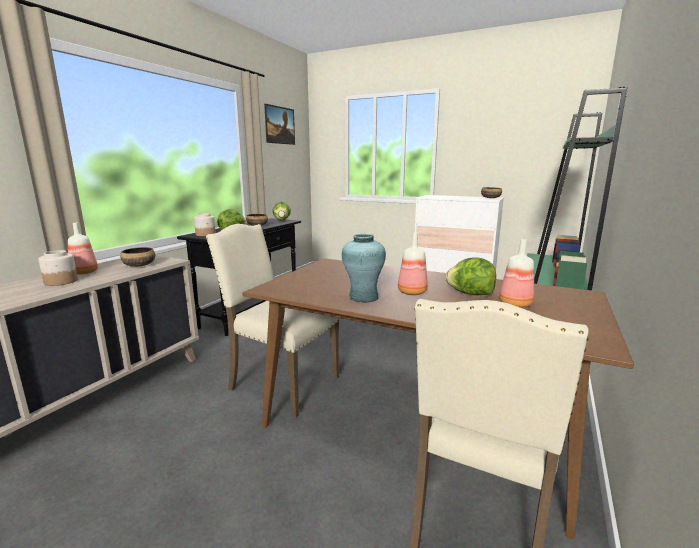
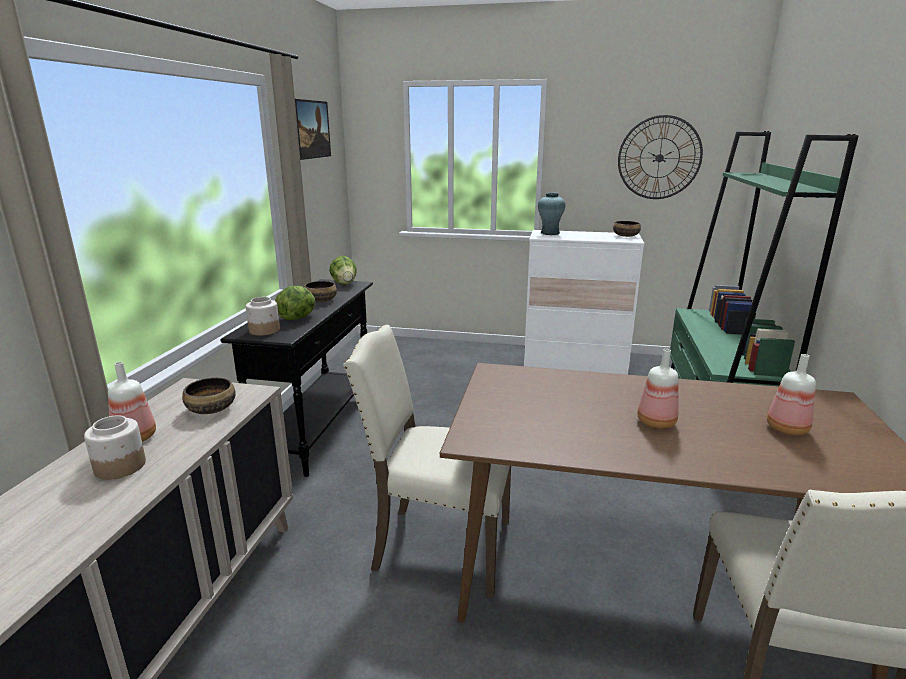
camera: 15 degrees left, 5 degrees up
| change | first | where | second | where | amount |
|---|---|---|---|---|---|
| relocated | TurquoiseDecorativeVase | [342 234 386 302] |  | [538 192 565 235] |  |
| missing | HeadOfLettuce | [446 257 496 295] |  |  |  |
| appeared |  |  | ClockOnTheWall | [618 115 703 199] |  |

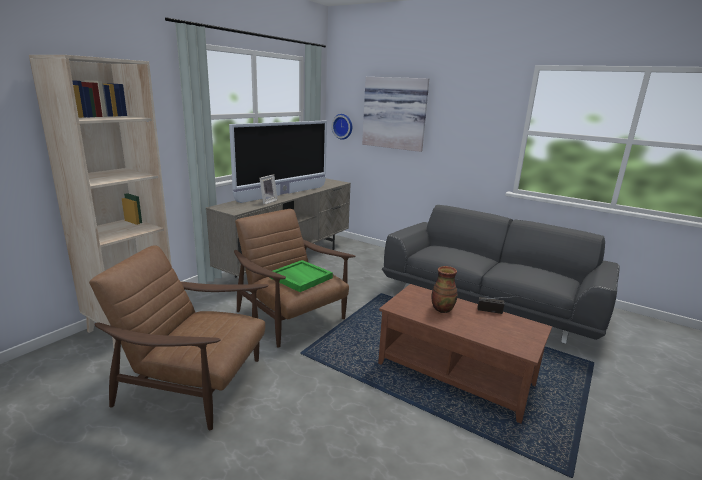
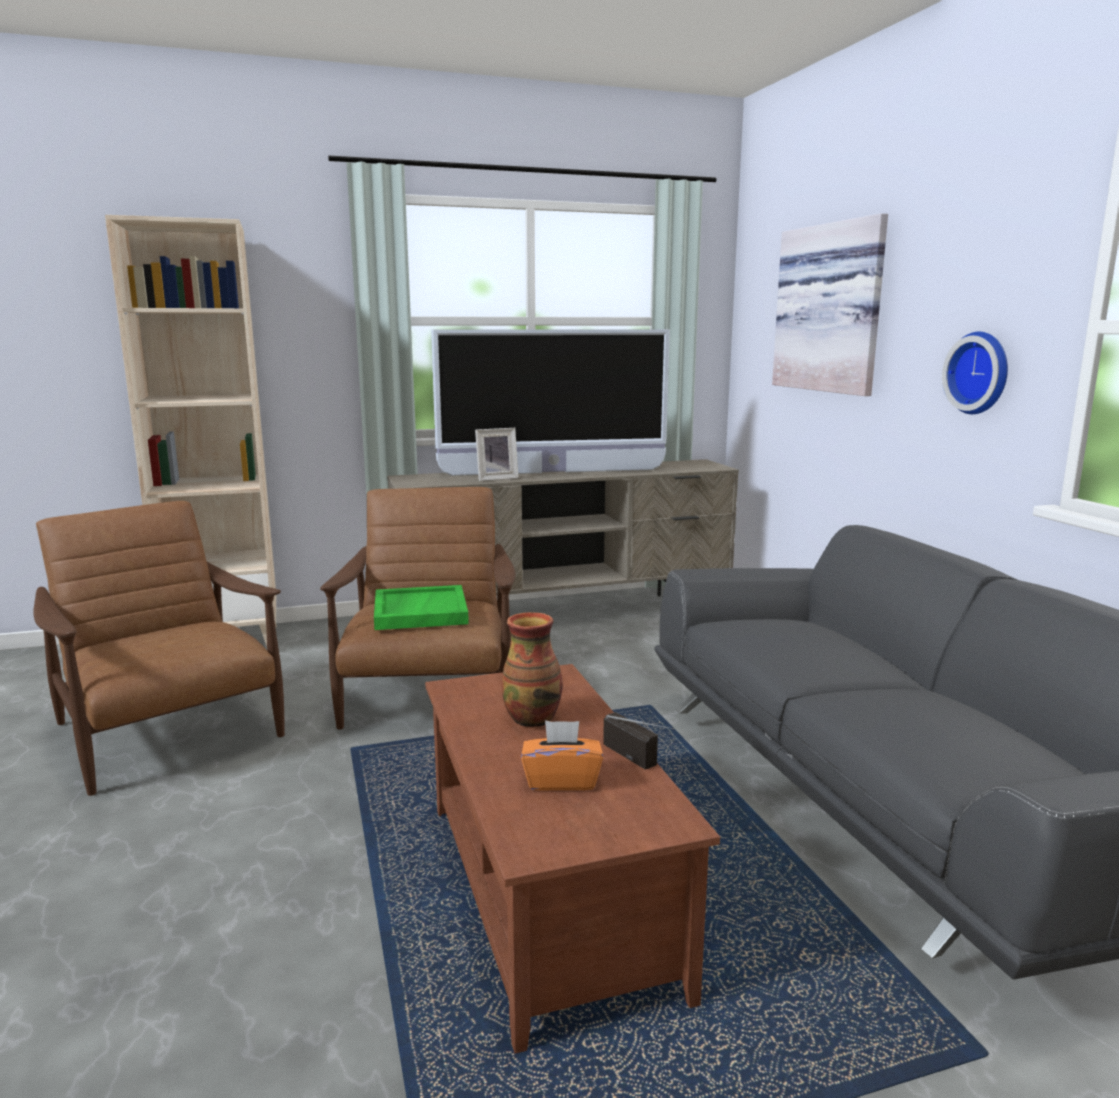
camera: 40 degrees right, 5 degrees down
| change | first | where | second | where | amount |
|---|---|---|---|---|---|
| relocated | ClockOnTheWall | [332 114 352 140] |  | [942 332 1008 414] |  |
| appeared |  |  | OrangeTissueHolder | [521 720 603 791] |  |

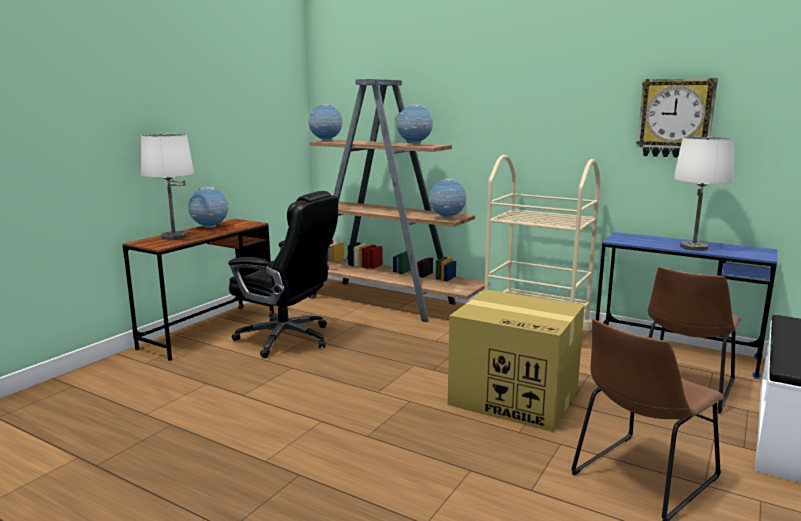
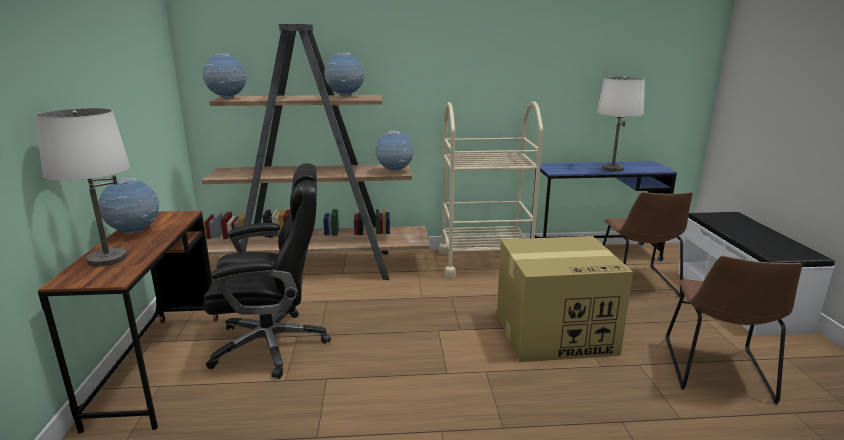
camera: 35 degrees left, 5 degrees up
| change | first | where | second | where | amount |
|---|---|---|---|---|---|
| missing | ClockOnTheWall | [637 78 718 157] |  |  |  |

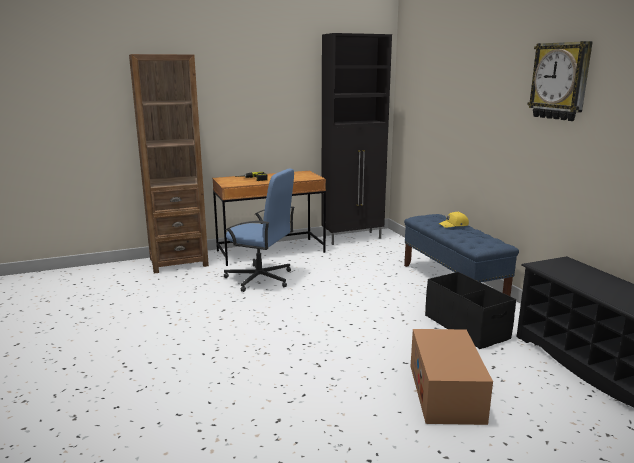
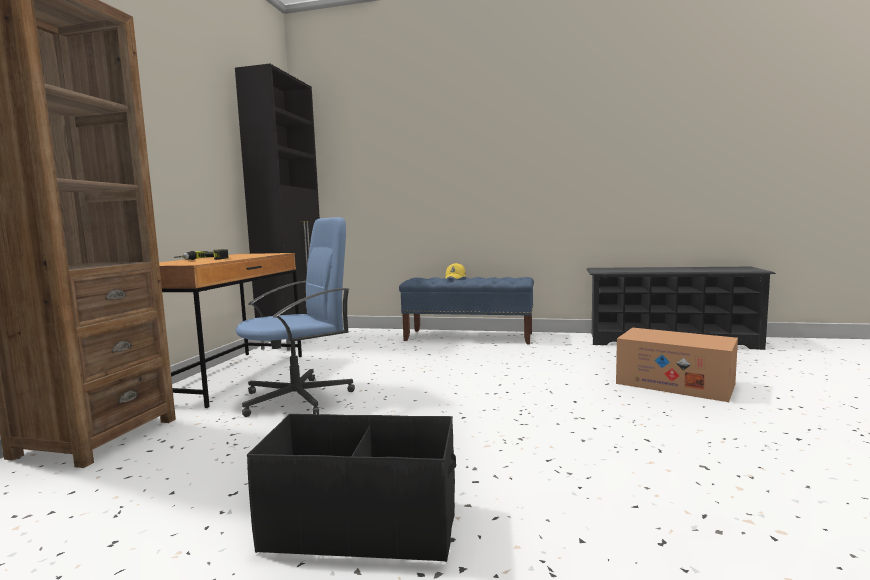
camera: 55 degrees left, 10 degrees down
| change | first | where | second | where | amount |
|---|---|---|---|---|---|
| missing | ClockOnTheWall | [527 41 593 121] |  |  |  |
| relocated | BlackishStorageBin | [425 272 516 349] |  | [247 414 456 562] |  |

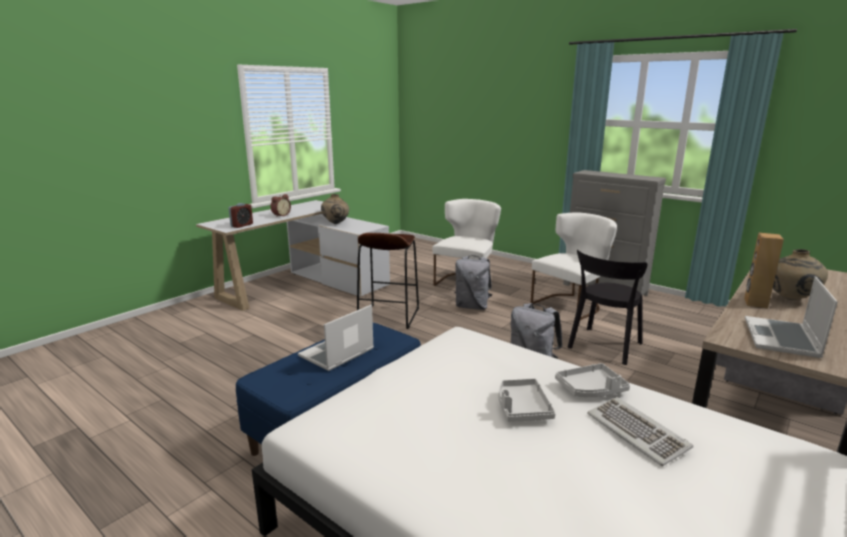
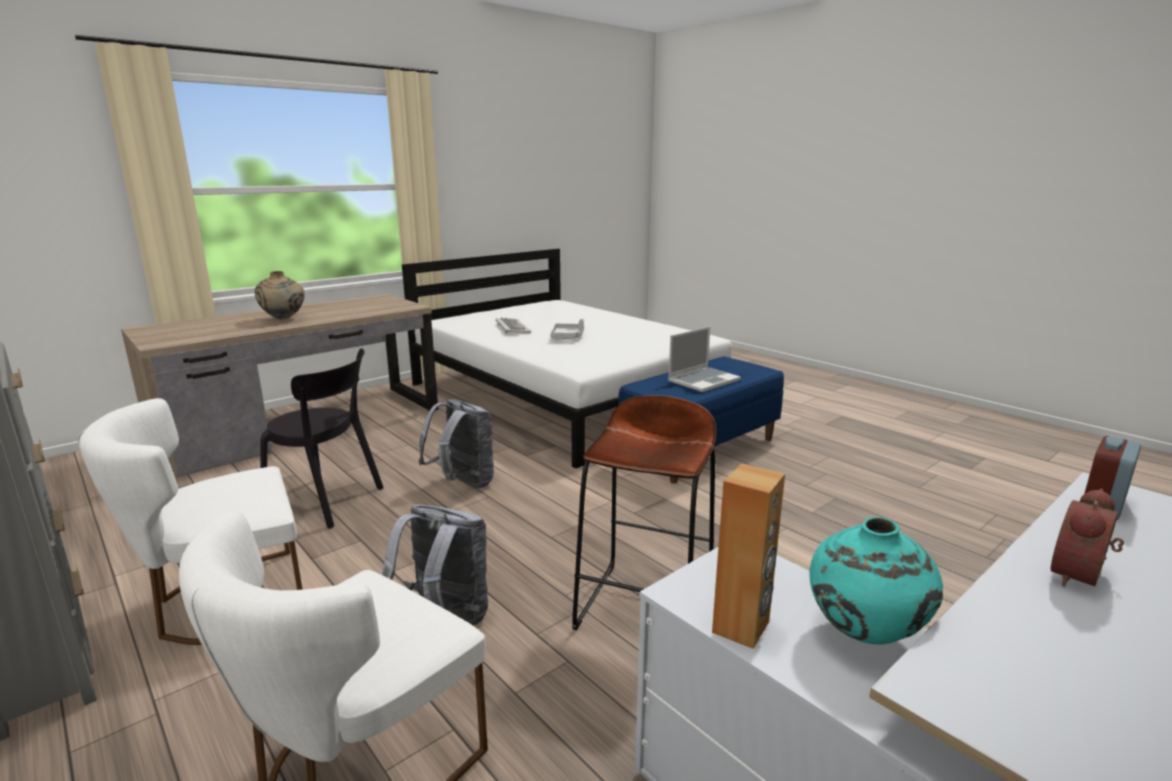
camera: 170 degrees left, 0 degrees up
| change | first | where | second | where | amount |
|---|---|---|---|---|---|
| colour | SandColouredDecorativeVase | [321 194 349 224] | TurquoiseDecorativeVase | [809 517 943 645] |  |
| relocated | BrownColouredAudioSpeaker | [744 233 784 309] |  | [712 464 785 649] |  |
| spun | BlackishUprightChair | [567 250 647 365] |  | [260 348 384 529] | 60 degrees clockwise |
| missing | NotebookComputer | [745 276 838 358] |  |  |  |
| missing | GreyCarryingTray | [555 363 630 397] |  |  |  |

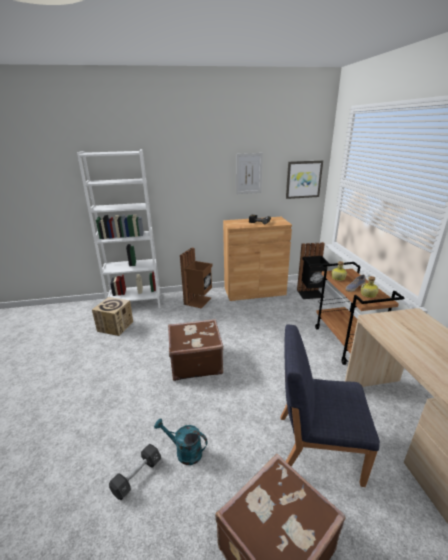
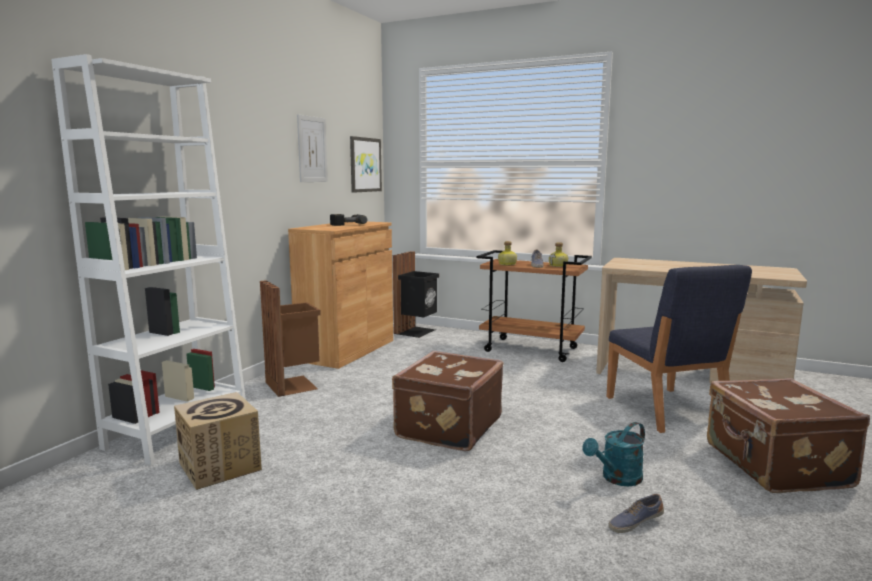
camera: 55 degrees left, 15 degrees down
| change | first | where | second | where | amount |
|---|---|---|---|---|---|
| spun | BluishUprightChair | [280 324 380 487] |  | [607 265 752 433] | 60 degrees counterclockwise |
| exchanged | BlackishHandWeight | [109 444 161 500] | ItemOfFootwear | [608 494 664 533] |  |

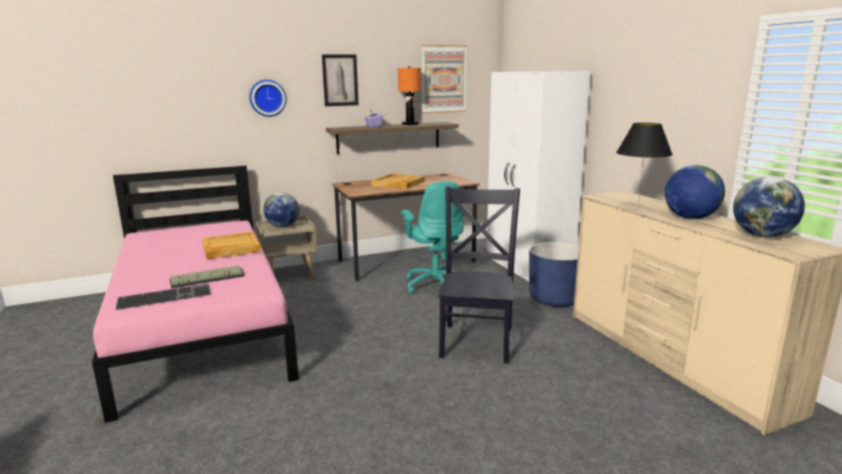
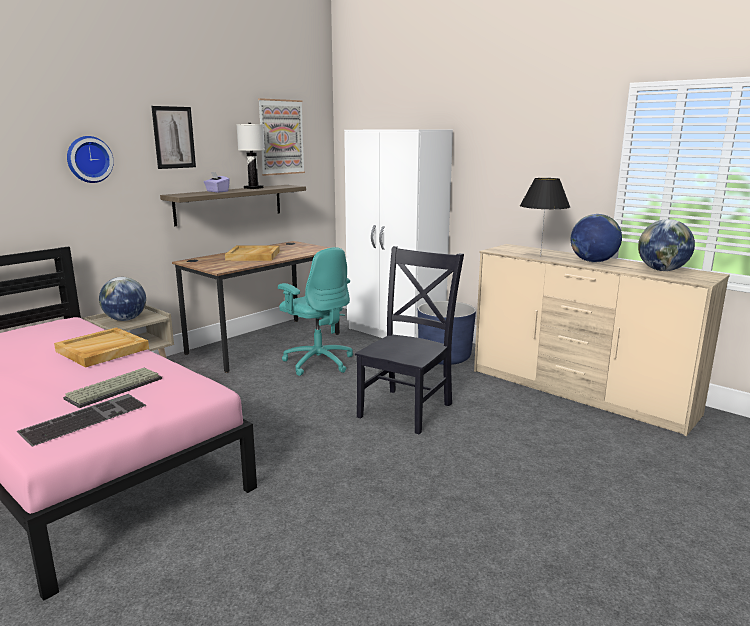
camera: 25 degrees left, 0 degrees up
| change | first | where | second | where | amount |
|---|---|---|---|---|---|
| colour | OrangeTabletopLamp | [398 67 421 125] | WhiteTabletopLamp | [236 123 265 189] |  |
| spun | BlackishUprightChair | [438 186 520 363] |  | [355 246 464 435] | 45 degrees clockwise |

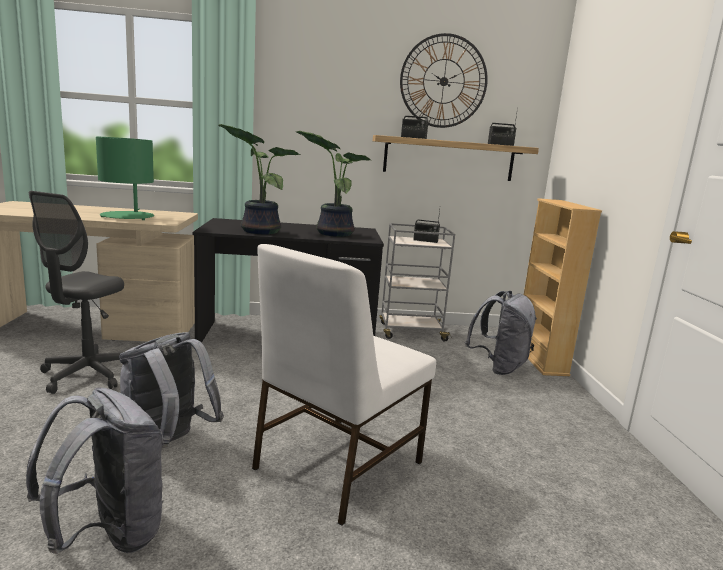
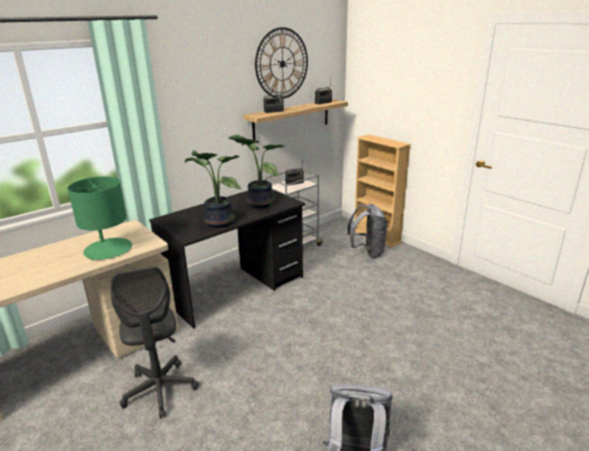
camera: 35 degrees left, 10 degrees up
| change | first | where | second | where | amount |
|---|---|---|---|---|---|
| missing | WhiteUprightChair | [252 244 436 526] |  |  |  |
| missing | GreyKnapsack | [119 332 224 448] |  |  |  |

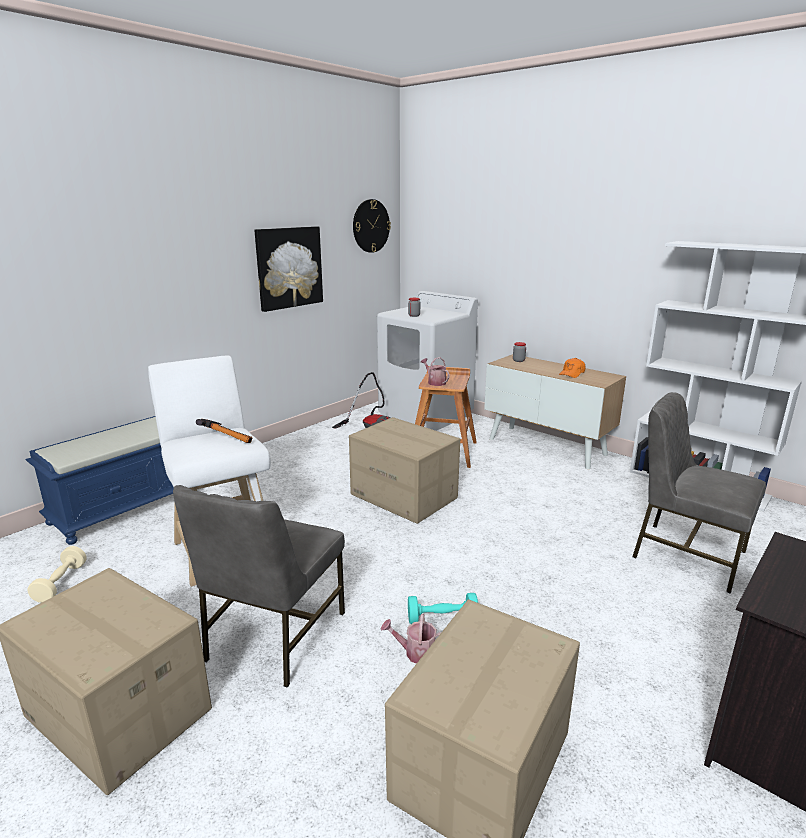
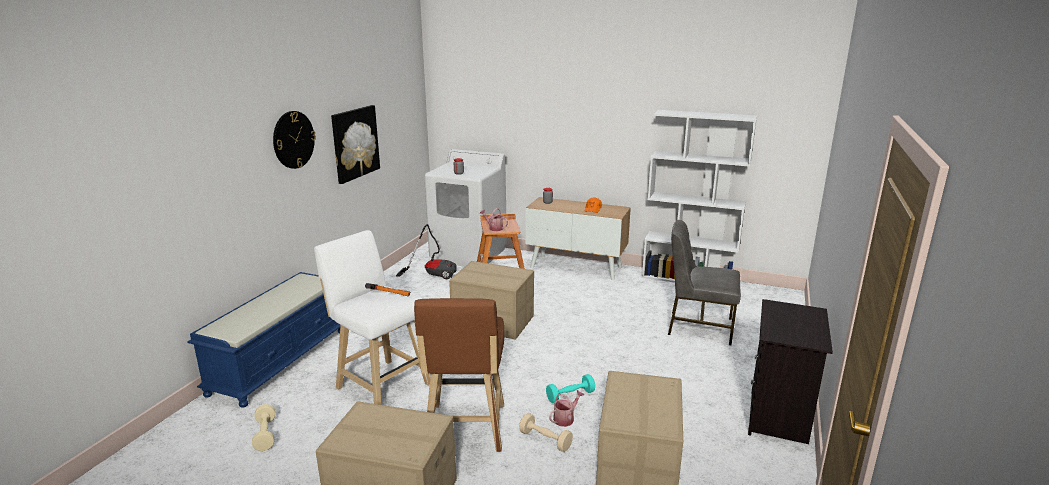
camera: 20 degrees left, 0 degrees up
| change | first | where | second | where | amount |
|---|---|---|---|---|---|
| relocated | ClockOnTheWall | [353 199 391 253] |  | [273 111 316 169] |  |
| exchanged | GreyUprightChair | [173 485 345 688] | BrownColouredStool | [414 298 504 452] |  |
| spun | WateringPot | [380 614 441 664] |  | [549 390 584 427] | 150 degrees clockwise |
| appeared |  |  | SandColouredHandWeight | [519 413 573 452] |  |

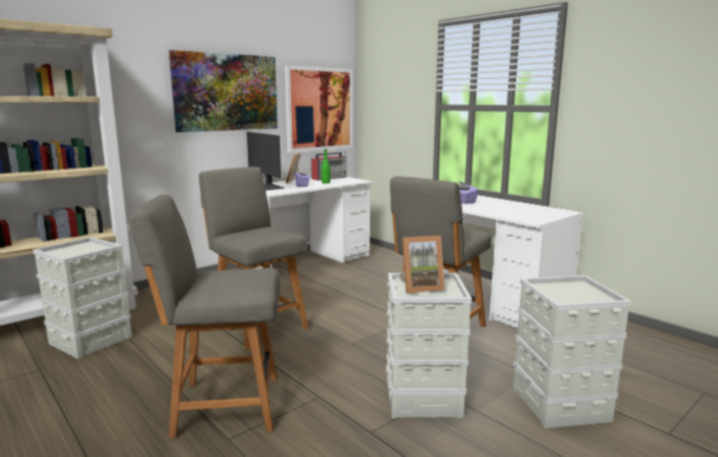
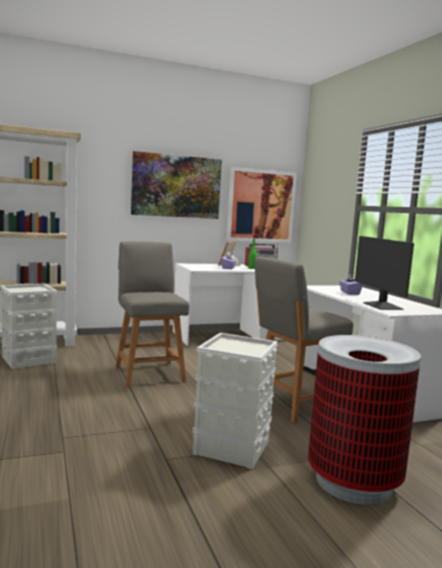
camera: 20 degrees right, 5 degrees down
| change | first | where | second | where | amount |
|---|---|---|---|---|---|
| relocated | ComputerScreen | [247 132 284 190] |  | [355 236 414 310] |  |
| missing | GreyUprightChair | [129 195 280 439] |  |  |  |
| missing | PhotoFrame | [399 235 445 293] |  |  |  |
| exchanged | GreyStorageBin | [513 275 632 428] | WasteBin | [308 335 421 505] |  |

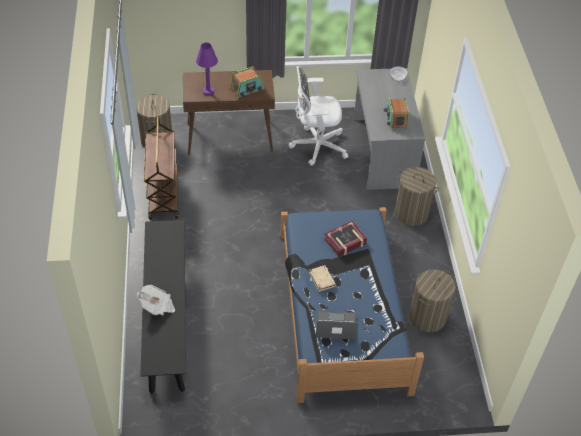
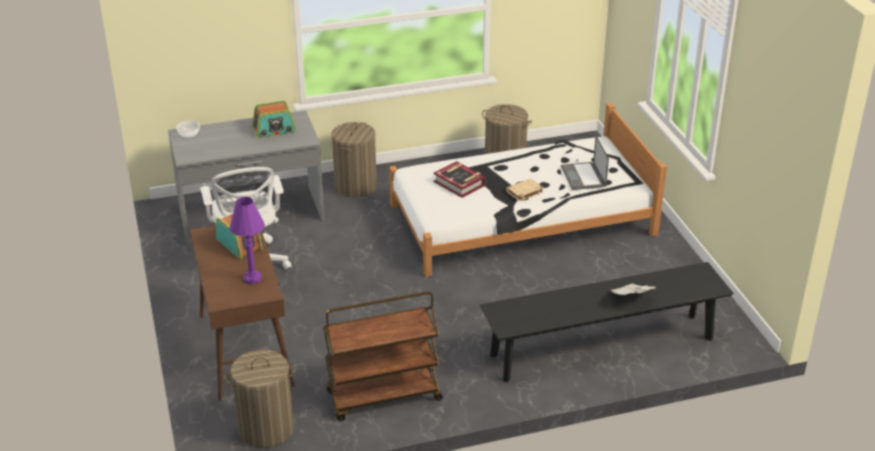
camera: 100 degrees left, 15 degrees down
| change | first | where | second | where | amount |
|---|---|---|---|---|---|
| colour | BluishBedroomBed | [281 207 424 403] | WhiteBedroomBed | [389 103 667 277] |  |

